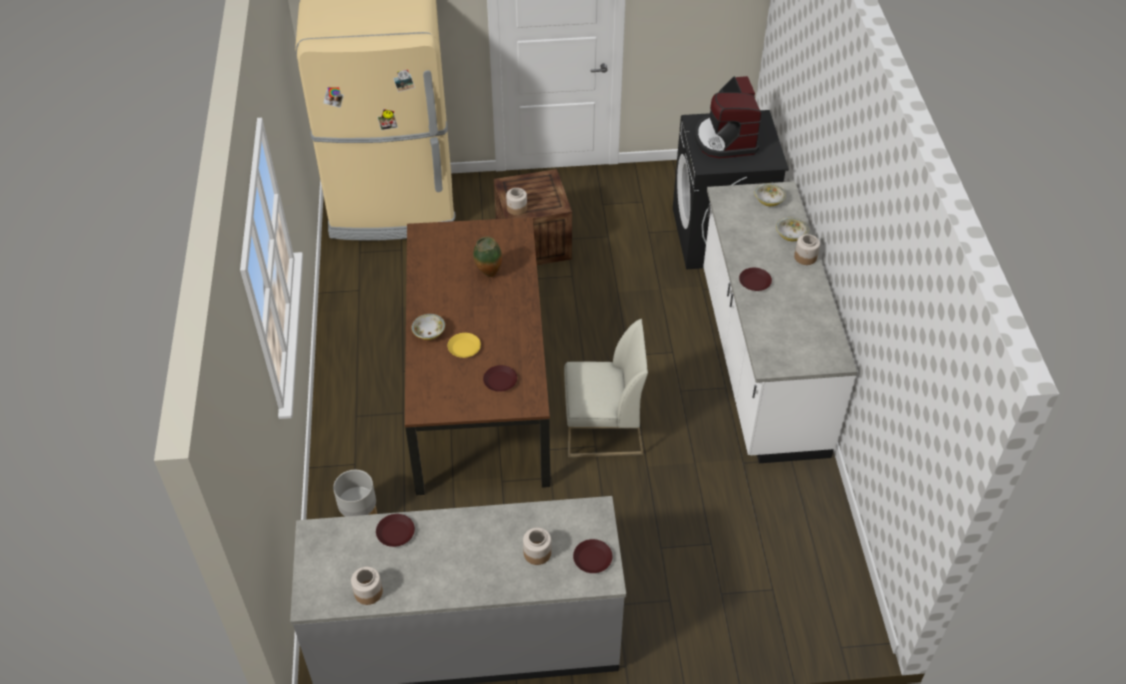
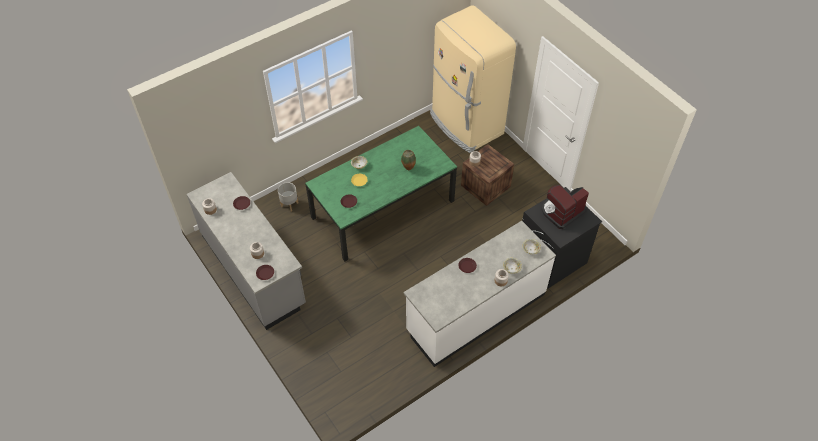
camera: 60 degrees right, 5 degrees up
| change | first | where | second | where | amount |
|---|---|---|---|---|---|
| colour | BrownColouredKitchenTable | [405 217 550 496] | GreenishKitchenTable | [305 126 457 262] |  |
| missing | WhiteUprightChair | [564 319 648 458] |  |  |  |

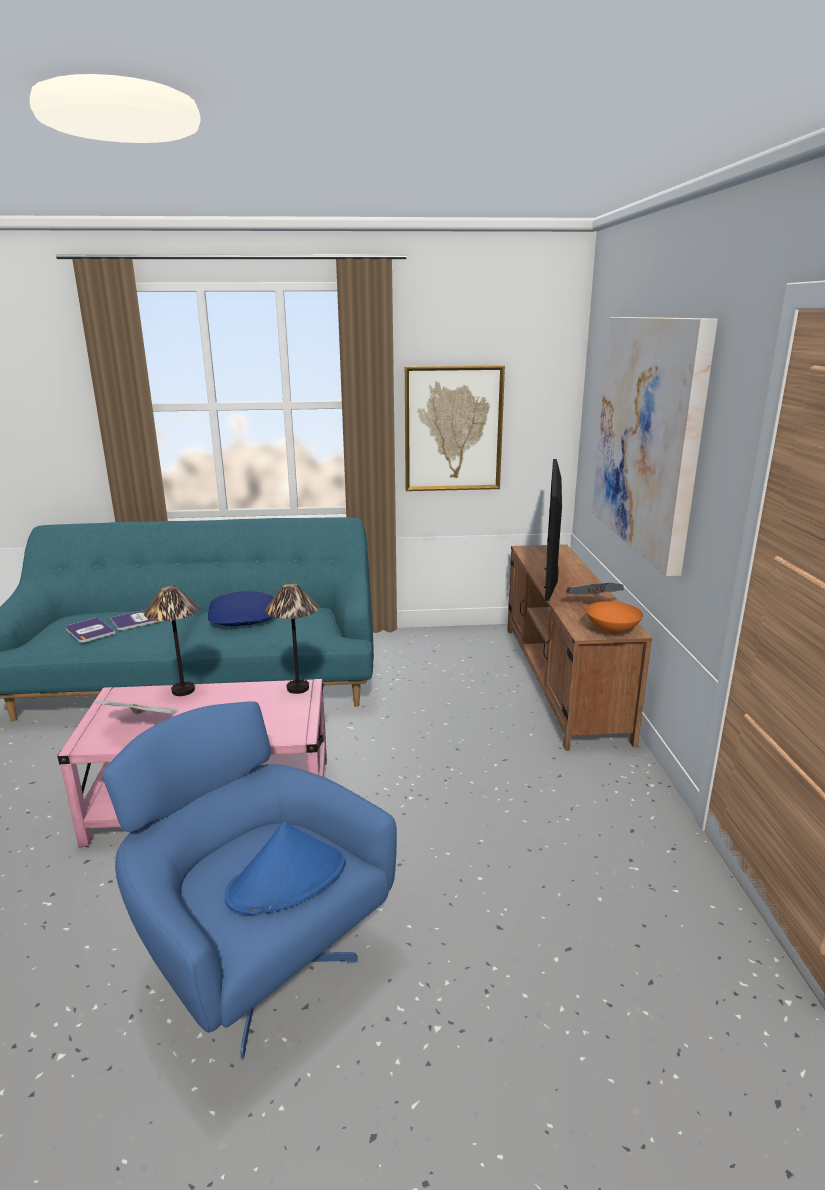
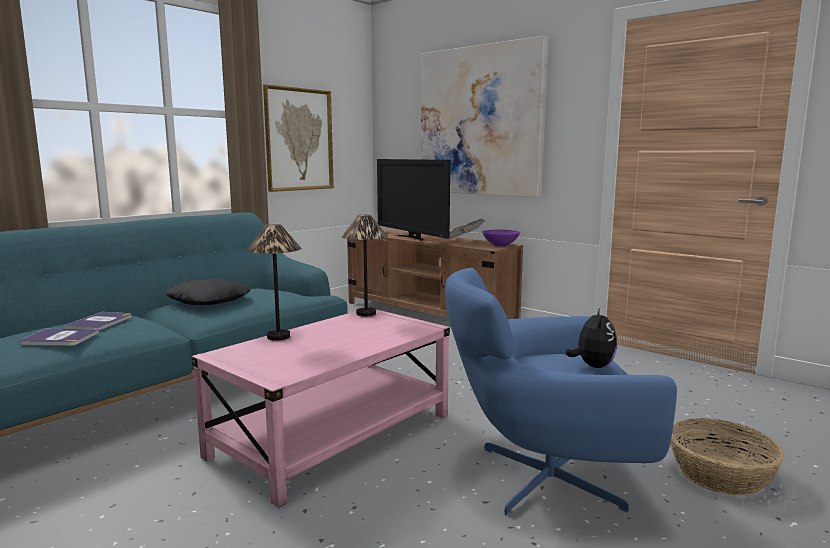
camera: 45 degrees left, 10 degrees down
| change | first | where | second | where | amount |
|---|---|---|---|---|---|
| colour | BluishThrowPillow | [208 591 273 626] | BlackishThrowPillow | [165 279 251 305] |  |
| colour | OrangeServingBowl | [586 601 643 634] | PurpleServingBowl | [483 230 520 247] |  |
| missing | PrintedPaper | [95 701 178 714] |  |  |  |
| exchanged | BluishClothingHat | [225 822 346 915] | PlushToy | [565 308 617 368] |  |
| appeared |  |  | Basket | [671 418 785 496] |  |

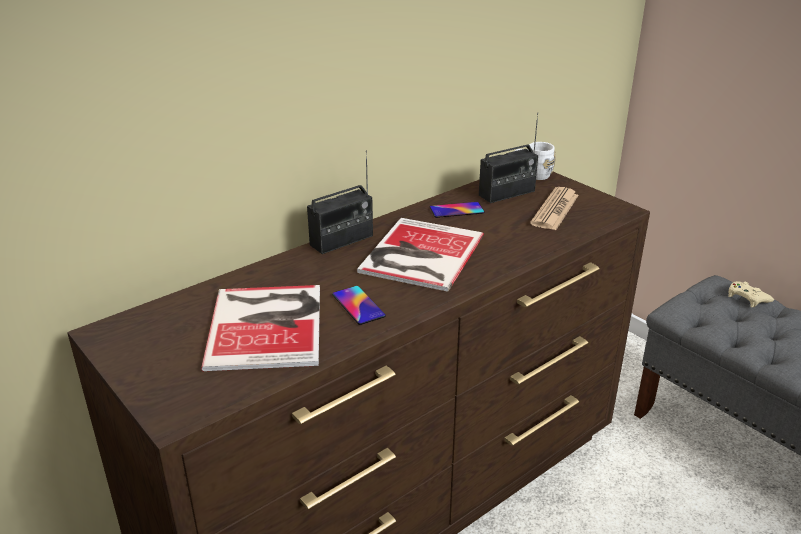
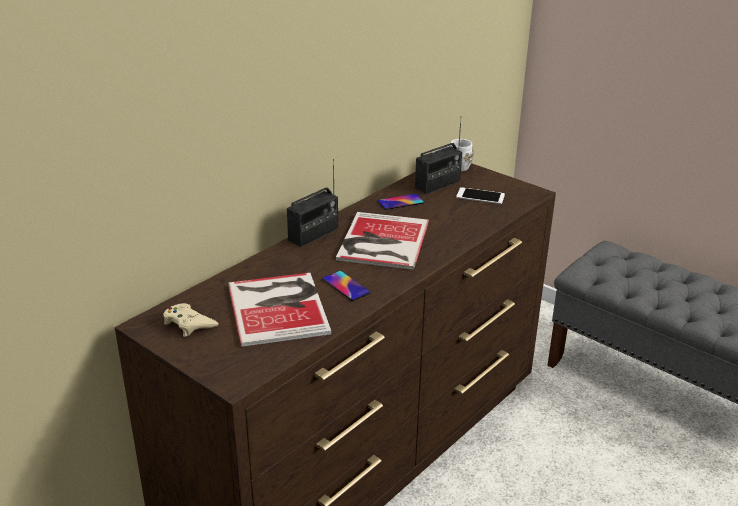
camera: 10 degrees left, 0 degrees up
| change | first | where | second | where | amount |
|---|---|---|---|---|---|
| exchanged | PrintedPaper | [530 187 579 230] | Telephone | [456 187 505 204] |  |
| relocated | SandColouredGamepad | [728 281 774 307] |  | [163 303 219 337] |  |

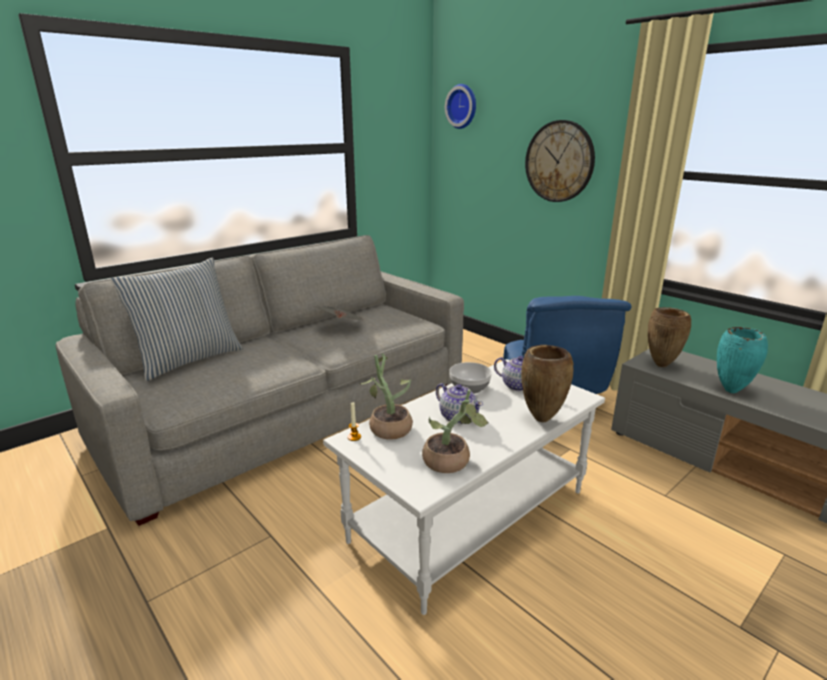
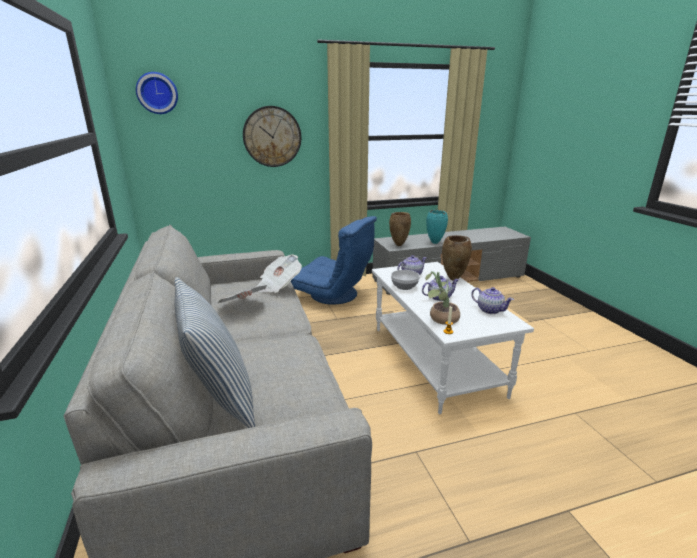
camera: 65 degrees left, 0 degrees up
| change | first | where | second | where | amount |
|---|---|---|---|---|---|
| exchanged | Houseplant | [422 390 489 473] | Teapot | [471 287 514 314] |  |
| appeared |  |  | PrintedPaper | [256 255 302 293] |  |

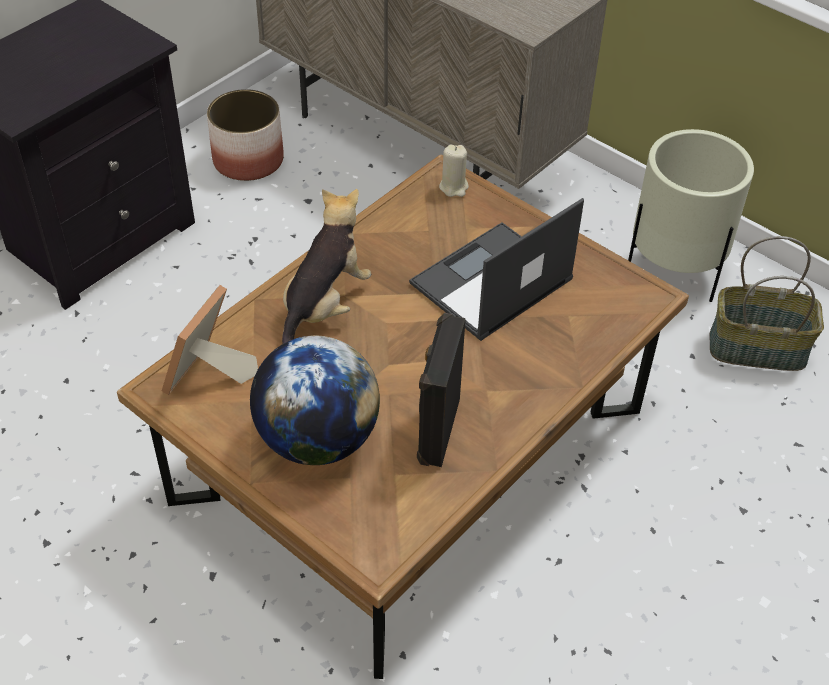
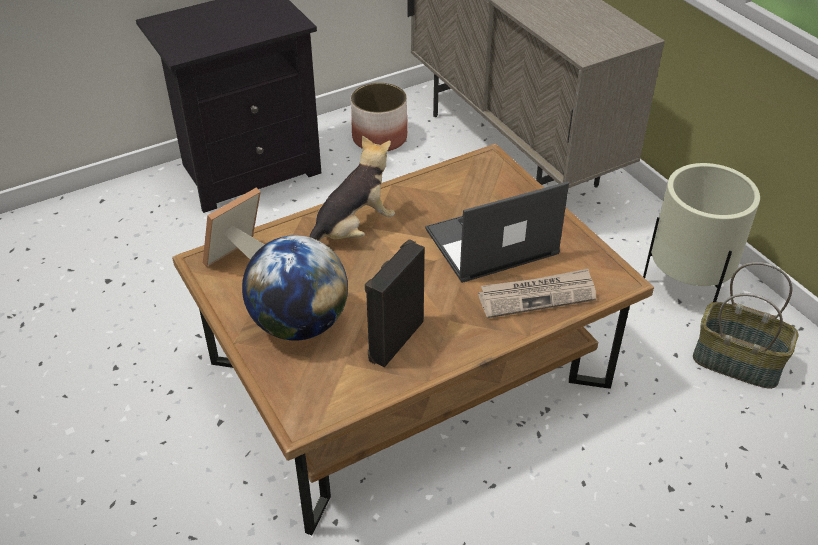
camera: 20 degrees right, 5 degrees down
| change | first | where | second | where | amount |
|---|---|---|---|---|---|
| missing | SandColouredCandle | [439 145 469 197] |  |  |  |
| appeared |  |  | PrintedPaper | [478 269 596 318] |  |

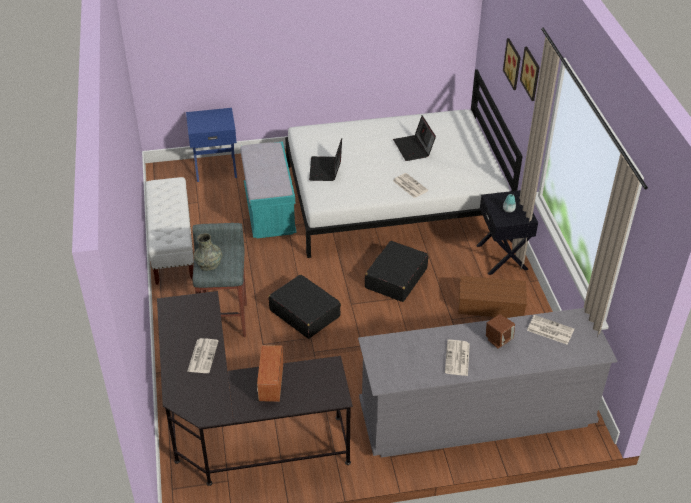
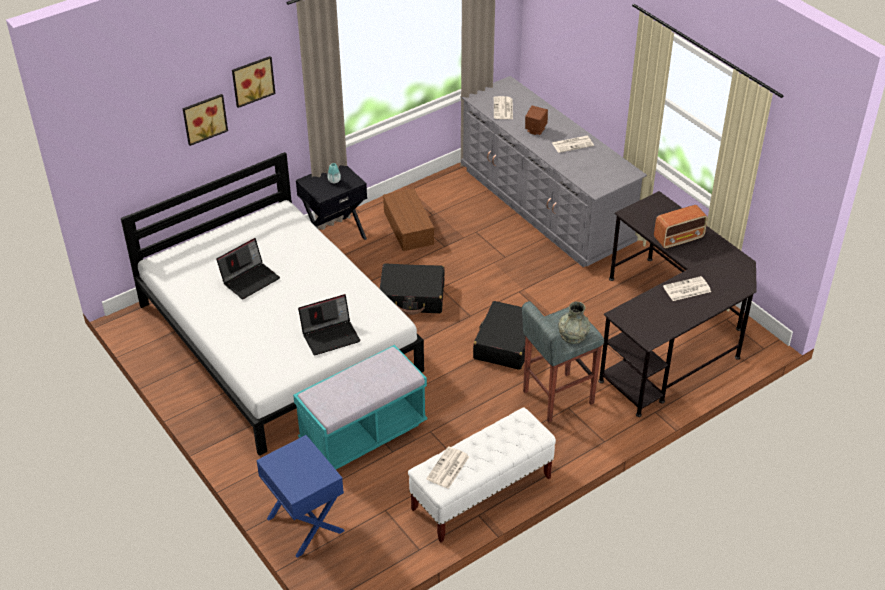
camera: 115 degrees left, 0 degrees up
| change | first | where | second | where | amount |
|---|---|---|---|---|---|
| relocated | PrintedPaper | [393 173 428 198] |  | [426 446 470 489] |  |

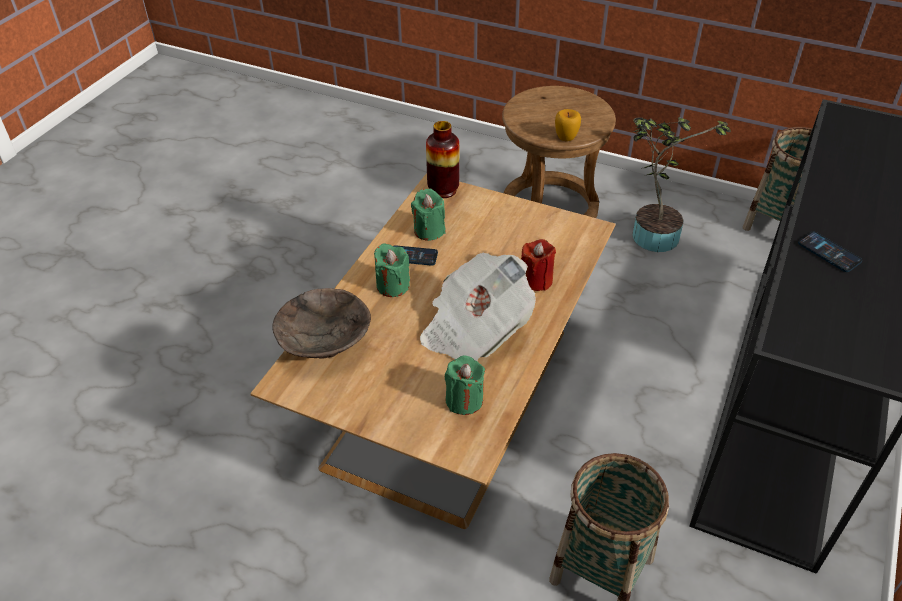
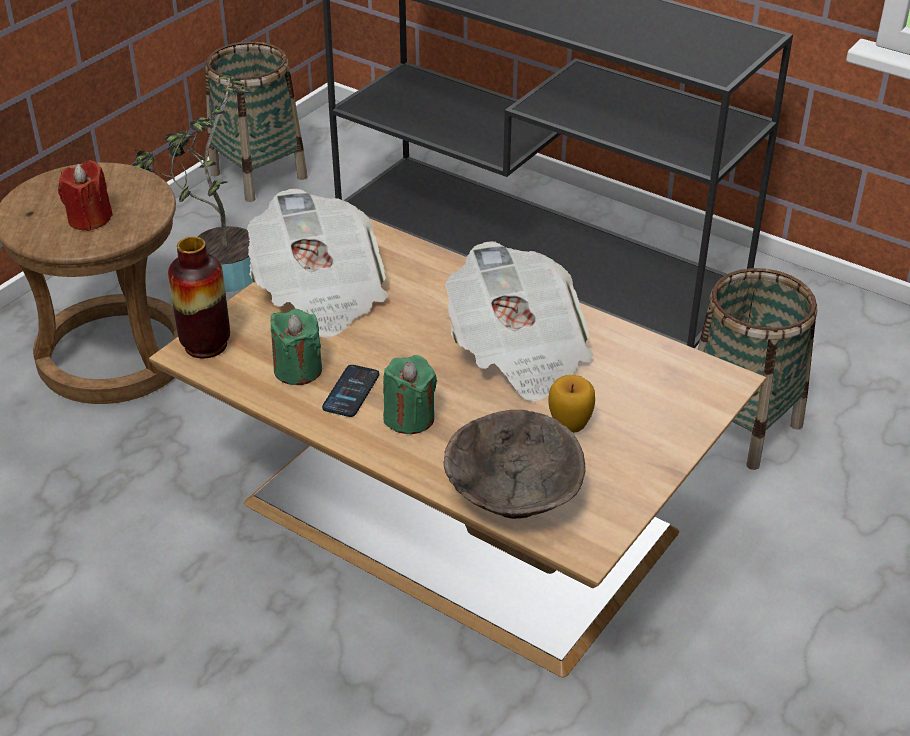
camera: 80 degrees left, 5 degrees down
| change | first | where | second | where | amount |
|---|---|---|---|---|---|
| relocated | AppleFruit | [555 109 581 141] |  | [548 375 595 433] |  |
| missing | Telephone | [798 232 862 272] |  |  |  |
| relocated | RedColouredCandle | [521 239 556 291] |  | [58 161 113 231] |  |
| missing | GreenishCandle | [445 356 485 415] |  |  |  |
| appeared |  |  | PrintedPaper | [247 188 388 338] |  |

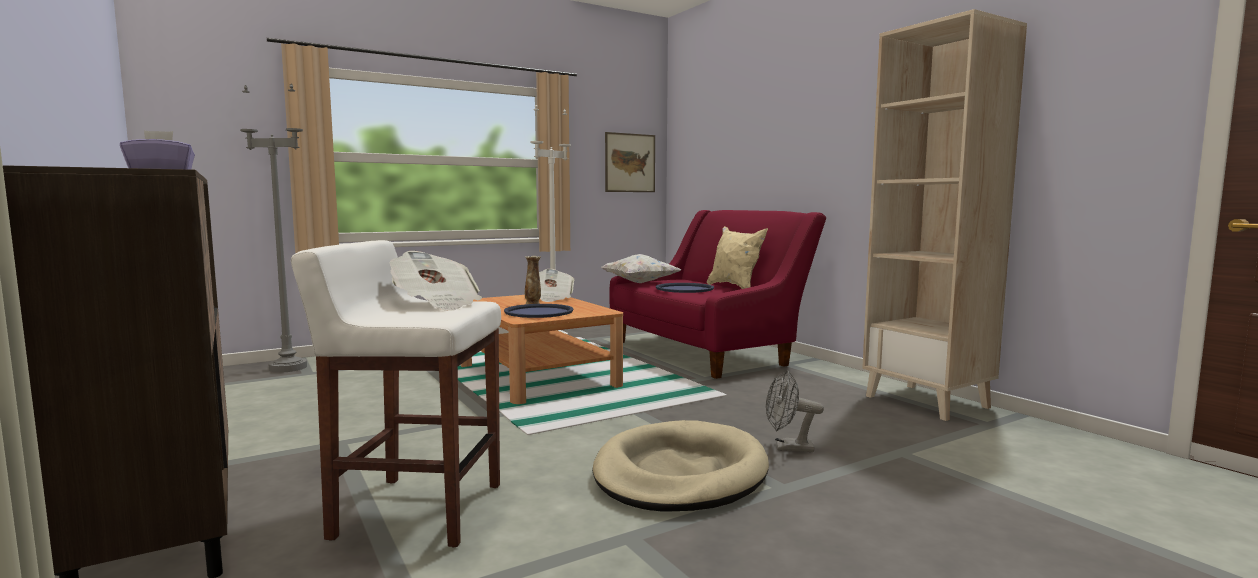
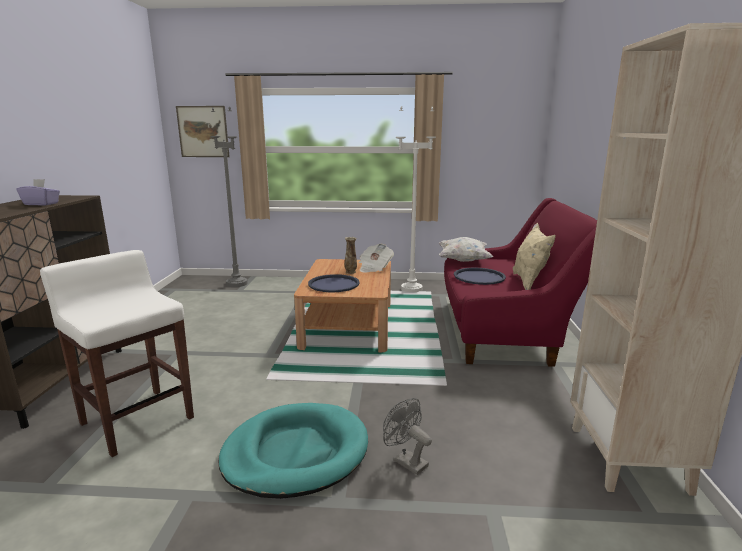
camera: 35 degrees right, 10 degrees up
| change | first | where | second | where | amount |
|---|---|---|---|---|---|
| relocated | WallArt | [605 132 655 192] |  | [176 106 230 157] |  |
| missing | PrintedPaper | [389 251 482 311] |  |  |  |
| colour | SandColouredDogCushion | [592 420 769 512] | TurquoiseDogCushion | [219 403 368 499] |  |

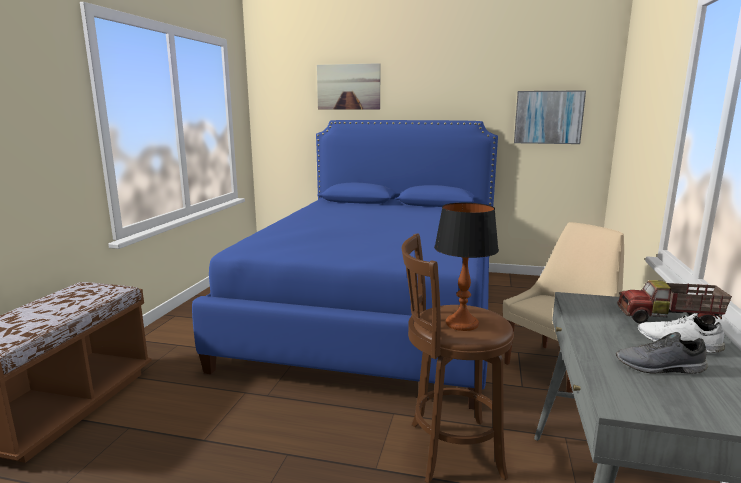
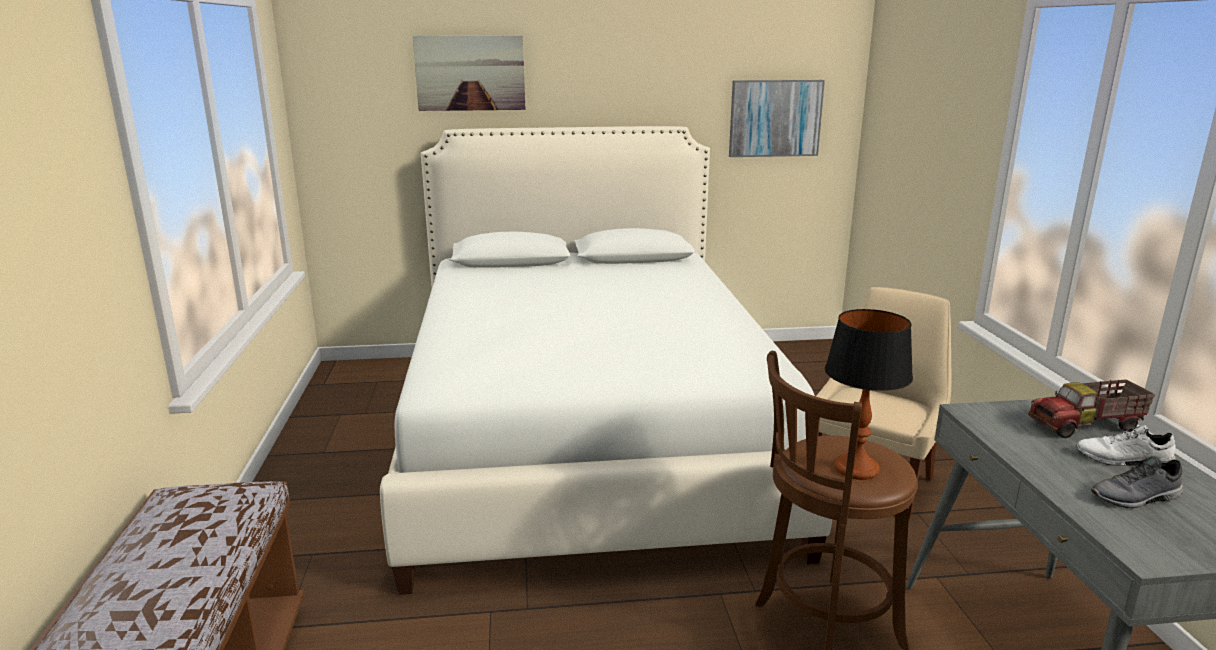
camera: 20 degrees left, 5 degrees up
| change | first | where | second | where | amount |
|---|---|---|---|---|---|
| colour | BluishBedroomBed | [192 120 498 410] | WhiteBedroomBed | [380 126 832 595] |  |

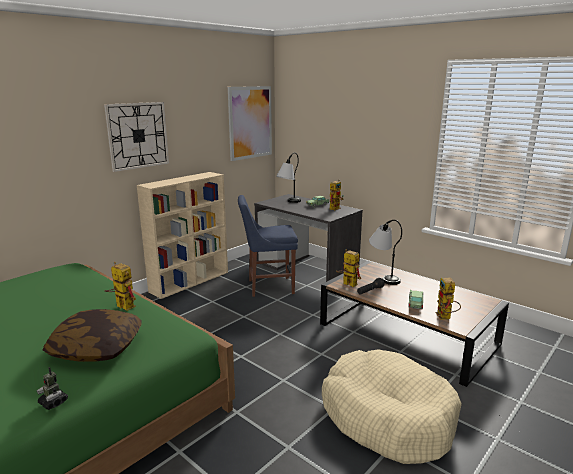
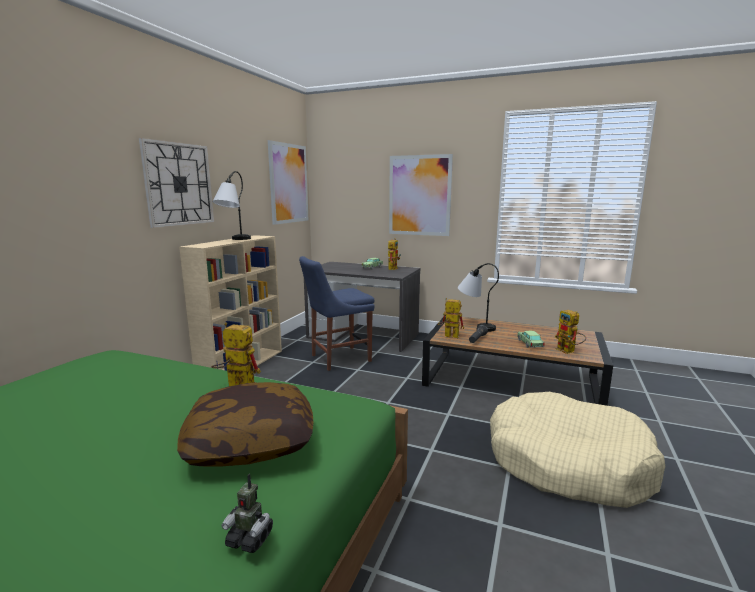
camera: 20 degrees left, 5 degrees down
| change | first | where | second | where | amount |
|---|---|---|---|---|---|
| relocated | TabletopLamp | [276 152 301 203] |  | [213 171 251 240] |  |
| appeared |  |  | WallArt | [389 154 453 236] |  |

